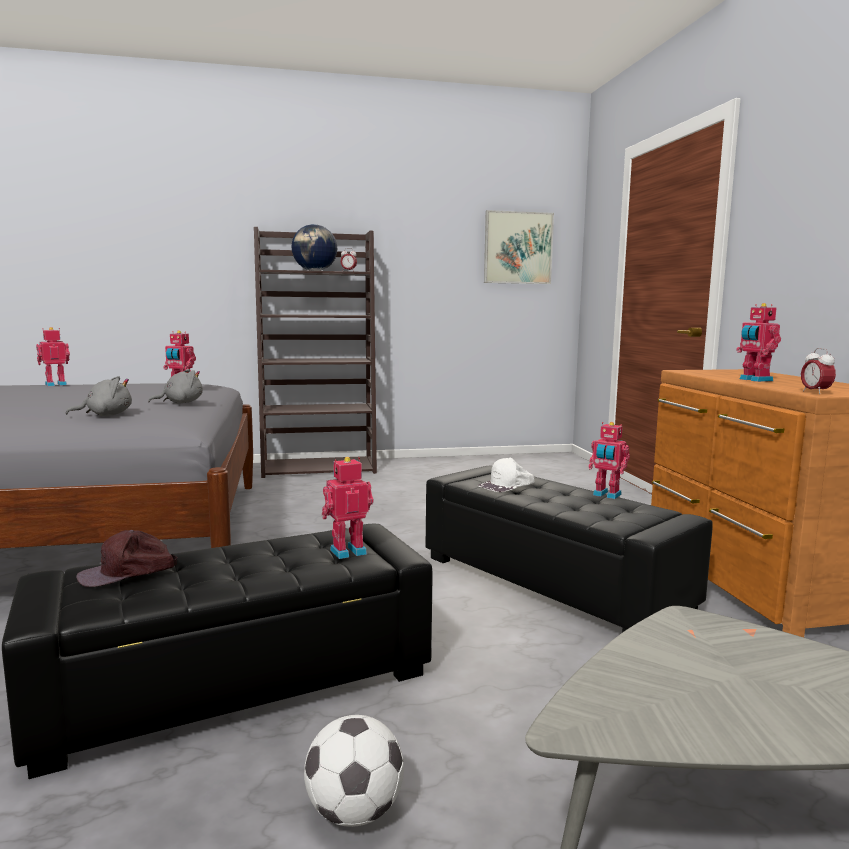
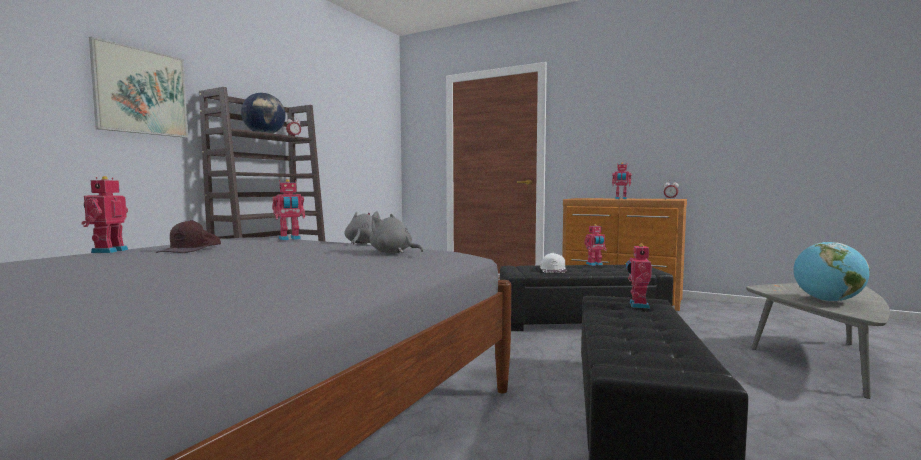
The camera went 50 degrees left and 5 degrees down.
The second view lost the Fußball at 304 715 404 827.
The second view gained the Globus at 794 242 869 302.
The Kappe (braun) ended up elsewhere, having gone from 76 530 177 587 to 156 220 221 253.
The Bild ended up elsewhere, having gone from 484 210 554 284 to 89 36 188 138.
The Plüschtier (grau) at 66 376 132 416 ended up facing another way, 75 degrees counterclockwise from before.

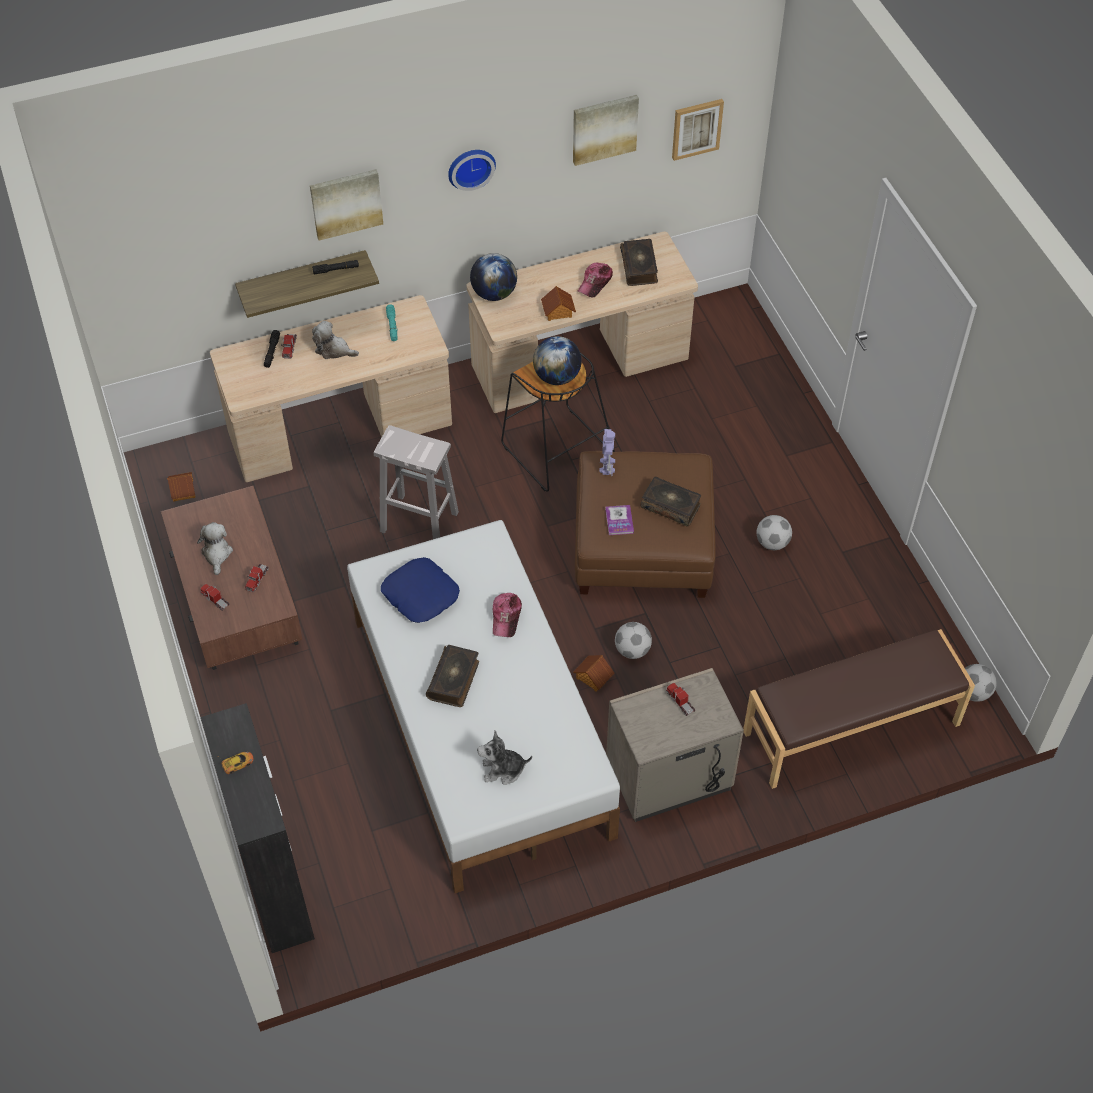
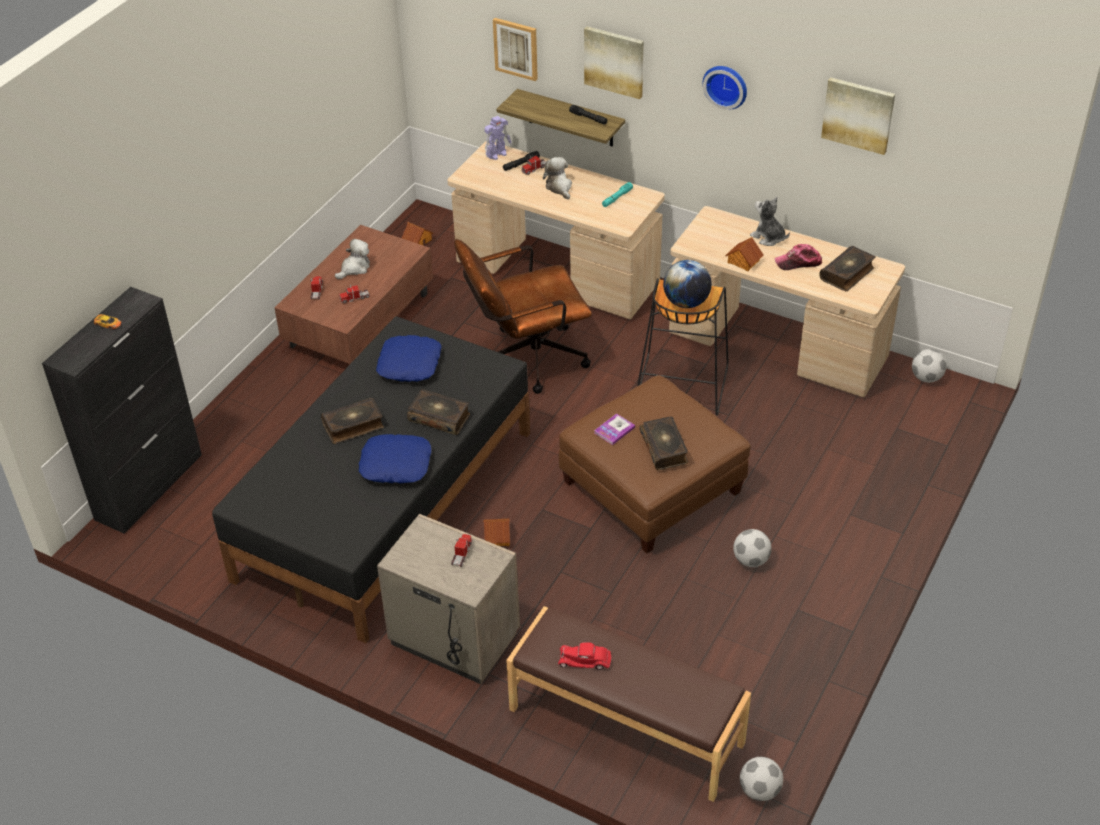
The camera went 50 degrees right and 10 degrees down.
The second view lost the Globus at 470 253 517 301.
The second view gained the Kissen (blau) at 359 434 431 483.
The second view gained the Spielzeugauto (rot) at 558 642 611 670.
The Plüschtier ended up elsewhere, having gone from 477 731 532 785 to 750 197 790 246.
The Spielzeugroboter ended up elsewhere, having gone from 600 429 615 476 to 484 116 512 160.
The Fußball ended up elsewhere, having gone from 615 622 652 659 to 912 349 947 383.
The Bild ended up elsewhere, having gone from 672 99 724 161 to 493 18 538 81.
Where the Hocker (weiß) stood at 374 425 459 539, the Bürostuhl (braun) came to stand at 454 239 592 394.
Where the Kappe stood at 493 593 522 637, the Buch came to stand at 407 389 470 435.
What was the Bett (weiß) at 347 520 620 893 turned into the Bett (schwarz) at 212 316 530 643.

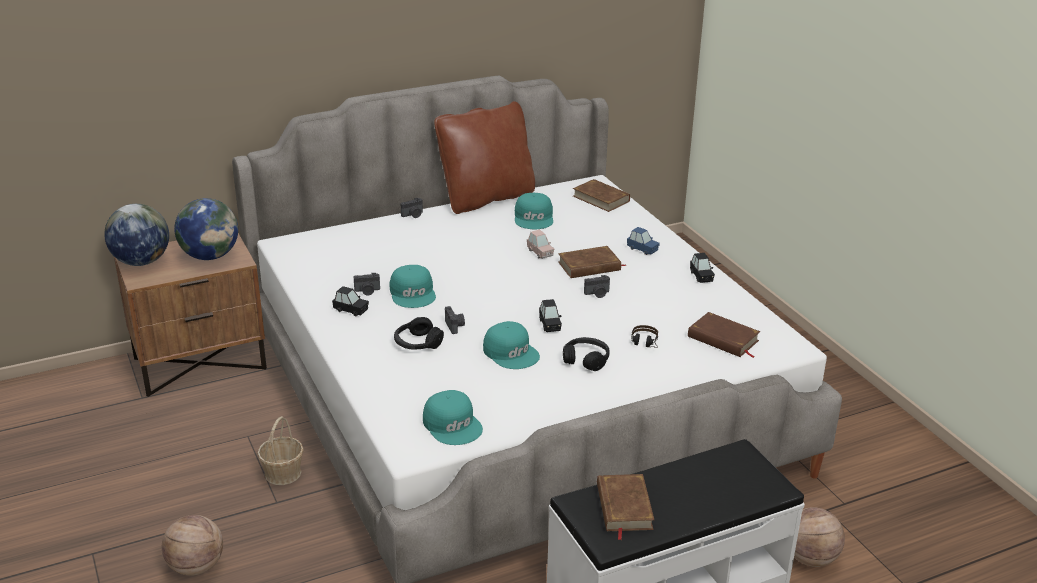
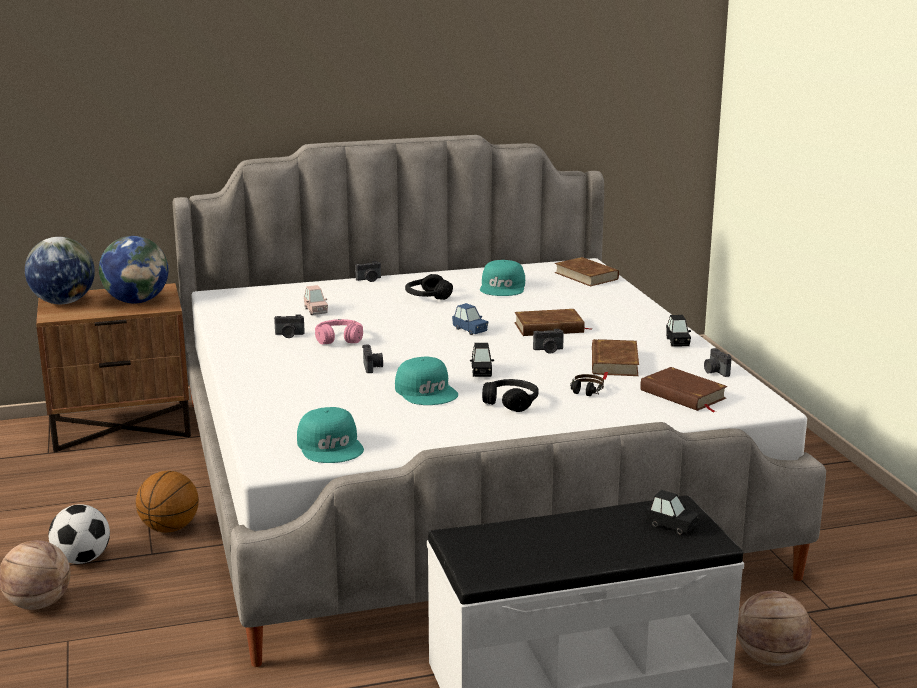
The camera went 10 degrees right and 10 degrees down.
The second view lost the Kissen (braun) at 434 101 535 214.
The second view gained the Fußball at 48 504 110 564.
The second view gained the Kamera at 704 348 732 377.
The Spielzeugauto (schwarz) ended up elsewhere, having gone from 332 286 369 316 to 646 490 699 534.
The Kopfhörer (schwarz) ended up elsewhere, having gone from 394 317 444 350 to 405 274 453 300.
The Spielzeugauto (rosa) ended up elsewhere, having gone from 527 229 554 259 to 304 285 328 315.
The Buch (braun) ended up elsewhere, having gone from 597 474 654 540 to 592 339 639 380.
The Spielzeugauto (blau) ended up elsewhere, having gone from 627 227 660 255 to 452 303 488 335.
Where the Korb stood at 257 416 304 485, the Basketball came to stand at 136 471 199 533.
Where the Kappe (türkis) stood at 390 265 436 308, the Kopfhörer (rosa) came to stand at 315 319 363 344.

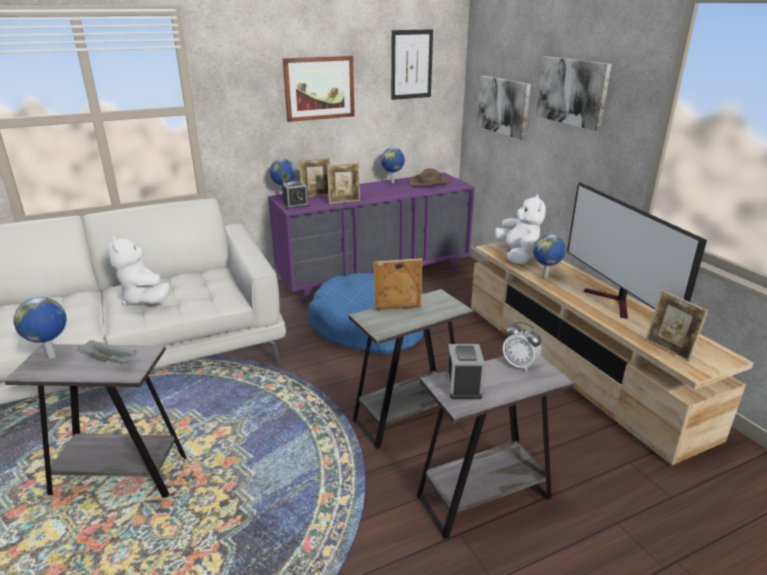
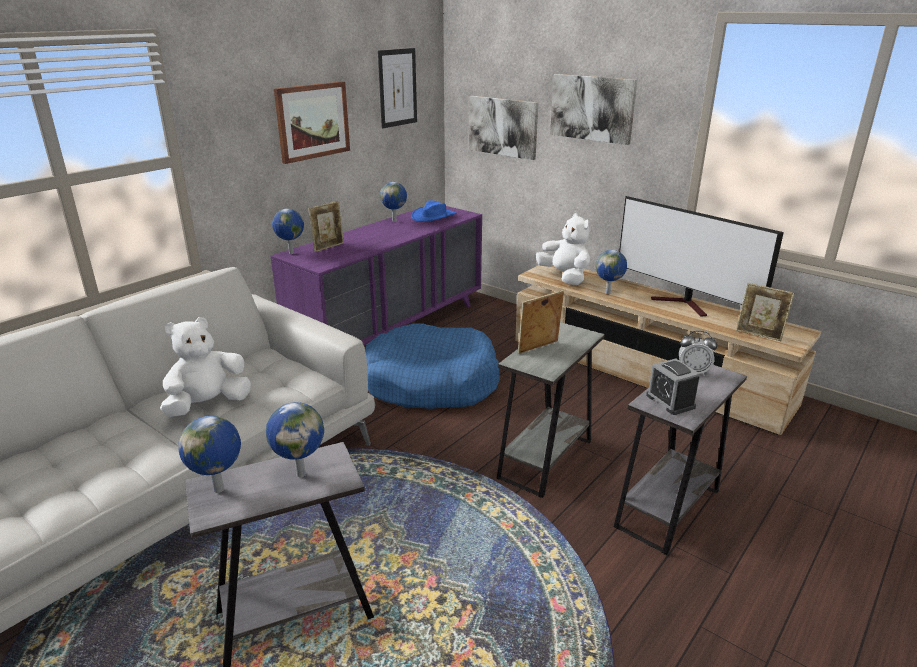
The camera went 25 degrees left and 0 degrees up.
The second view lost the Wecker at 282 181 310 209.
The second view lost the Bilderrahmen at 327 163 360 204.
Where the Tablett (grau) stood at 78 340 137 363, the Globus came to stand at 266 402 324 477.
What was the Hut (braun) at 409 168 451 186 turned into the Hut (blau) at 412 200 456 222.
The Plüschtier (weiß) at 107 236 170 305 ended up facing another way, 105 degrees clockwise from before.

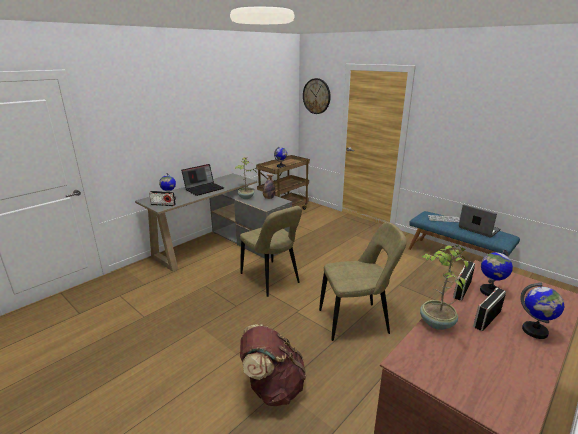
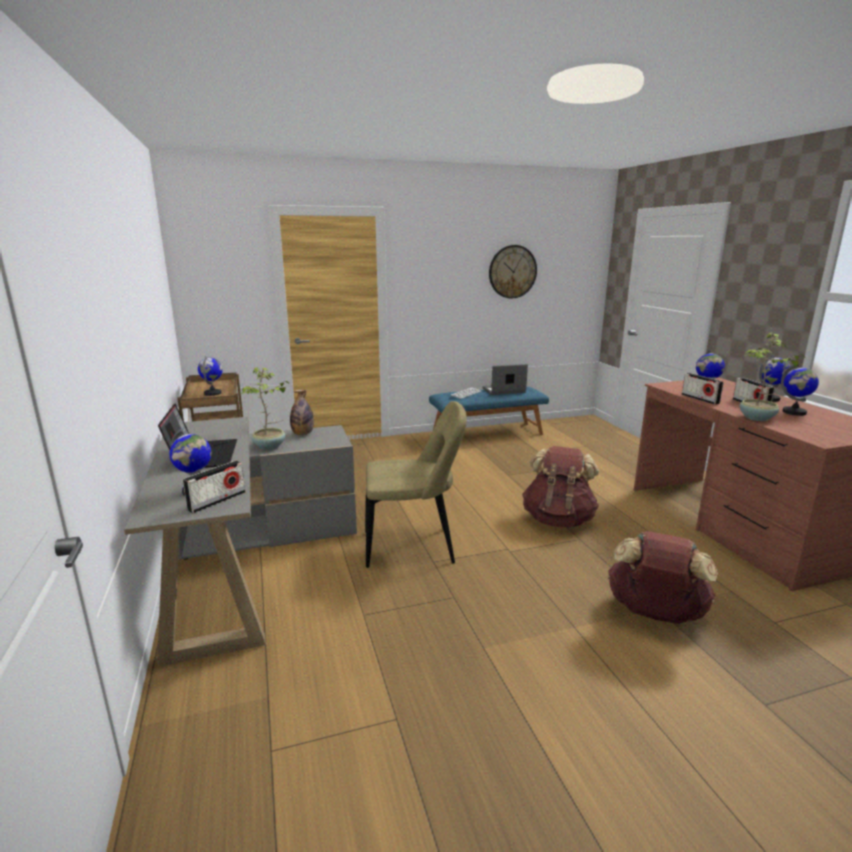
The camera went 60 degrees left and 5 degrees down.
The second view gained the Globus at 781 364 819 416.
The Wanduhr ended up elsewhere, having gone from 303 78 331 114 to 489 245 537 299.
Where the Stuhl (beige) stood at 319 222 407 341, the Rucksack (braun) came to stand at 522 446 599 528.

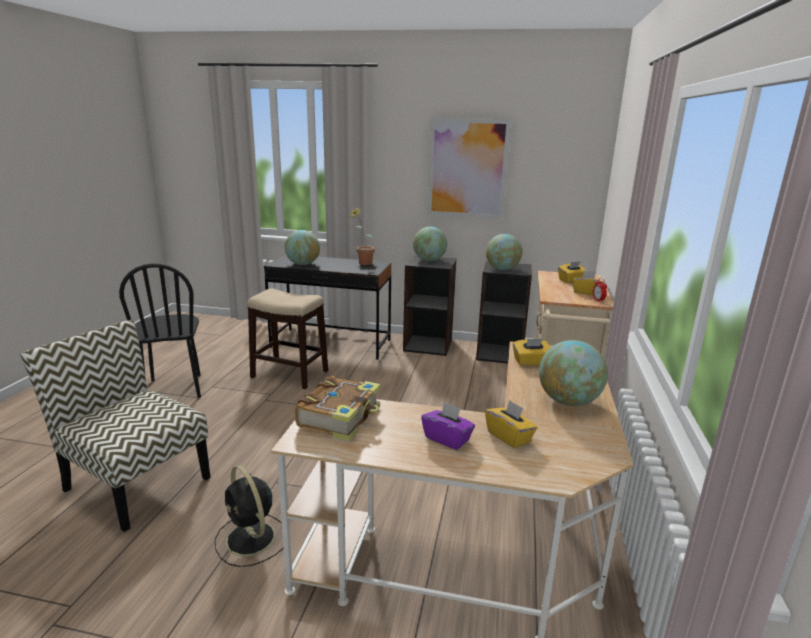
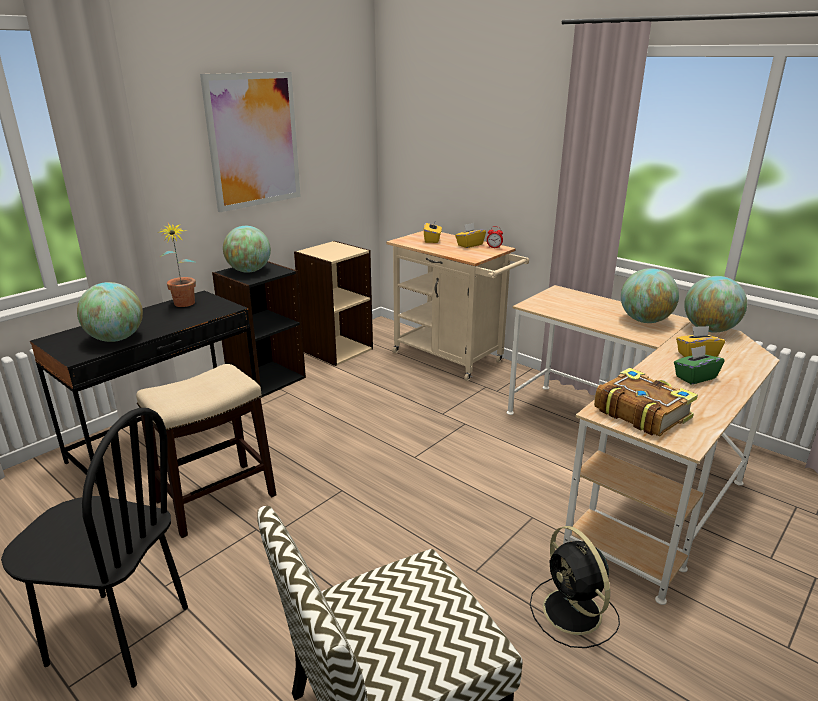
The camera went 60 degrees left and 5 degrees up.
The second view lost the Taschentuchbox (gelb) at 513 339 550 366.
The Globus ended up elsewhere, having gone from 486 234 522 270 to 684 276 747 333.
What was the Taschentuchbox (lila) at 421 402 475 450 turned into the Taschentuchbox (grün) at 674 345 724 384.
What was the Bücherregal (schwarz) at 476 261 532 364 turned into the Bücherregal (beige) at 294 241 373 366.
The Ventilator (schwarz) at 215 465 284 567 ended up facing another way, 75 degrees clockwise from before.

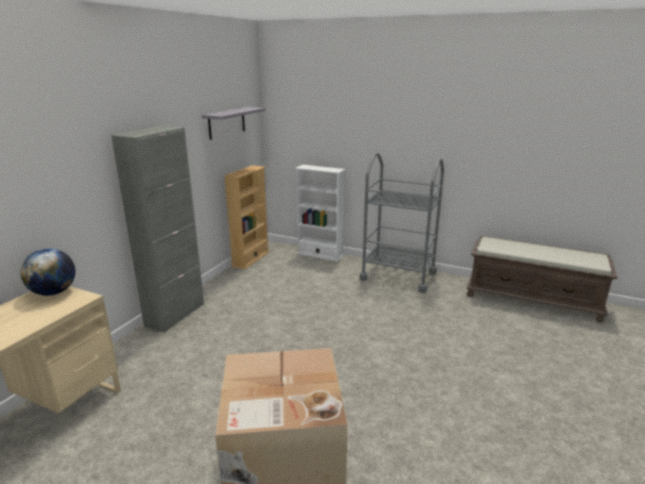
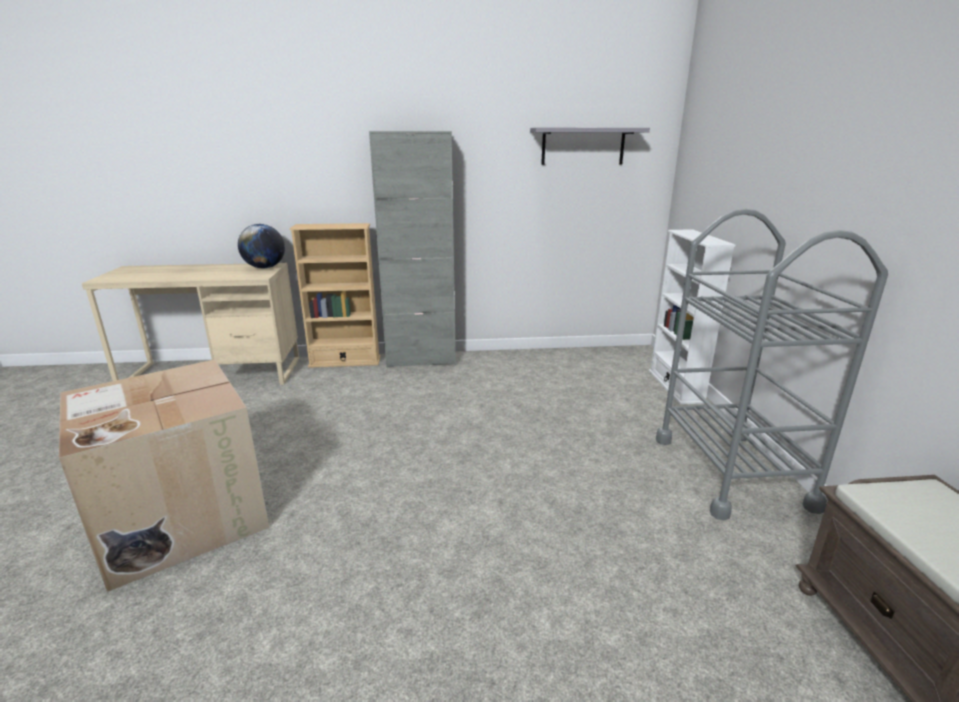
The camera went 60 degrees right and 0 degrees up.
The Bücherregal (beige) ended up elsewhere, having gone from 224 165 269 269 to 289 223 380 368.

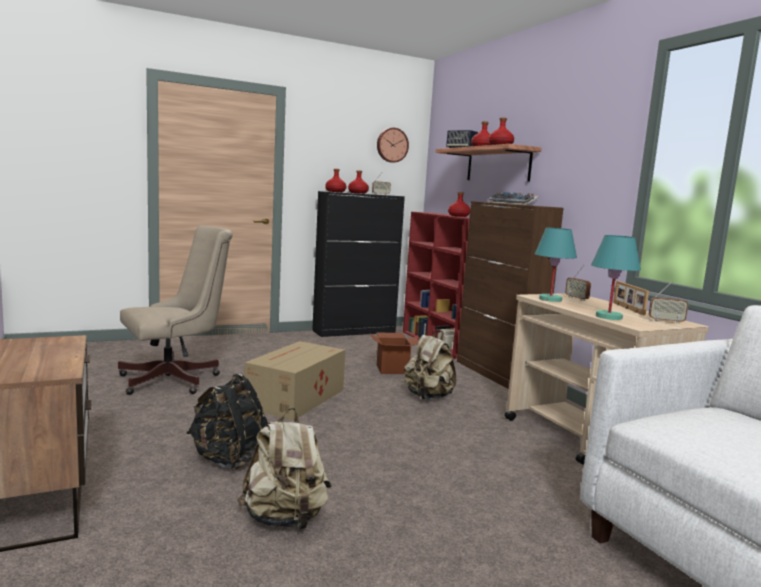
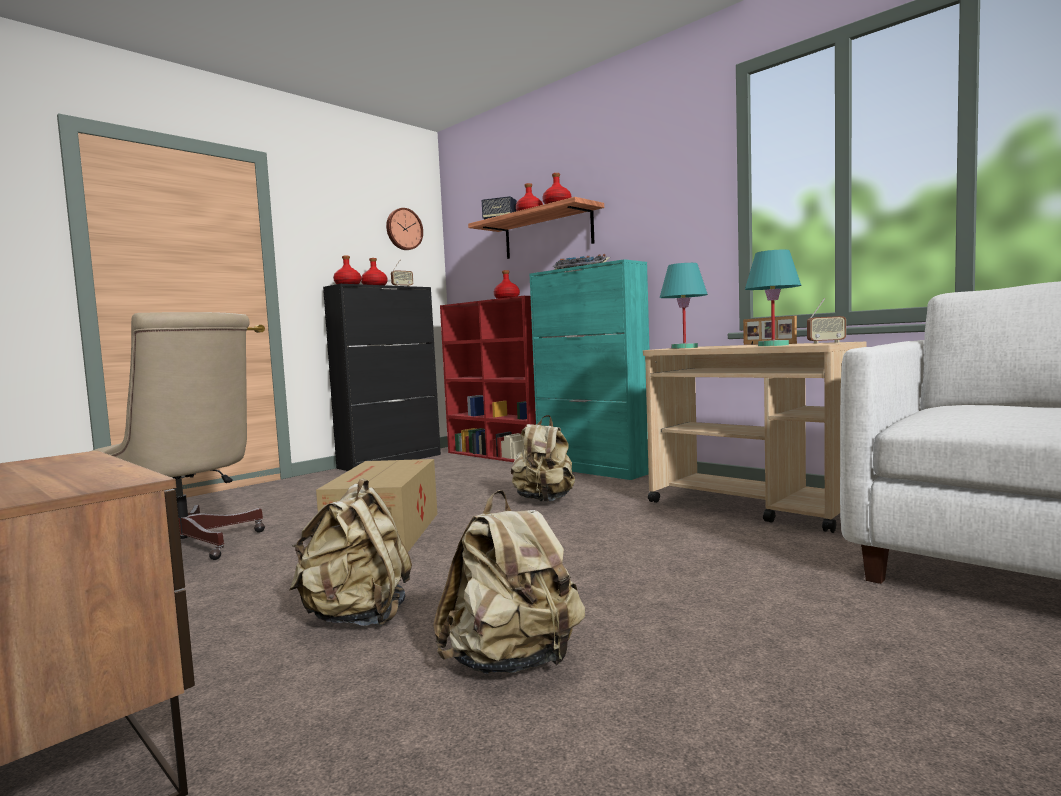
The camera went 20 degrees left and 5 degrees down.
The second view lost the Karton at 370 332 419 374.
The second view lost the Radio at 565 265 591 301.
What was the Rucksack (schwarz) at 187 374 268 471 turned into the Rucksack (beige) at 289 478 412 626.
What was the Schrank (braun) at 457 201 564 389 turned into the Schrank (türkis) at 529 259 649 480.
The Bürostuhl (beige) at 118 225 233 395 ended up facing another way, 90 degrees clockwise from before.

